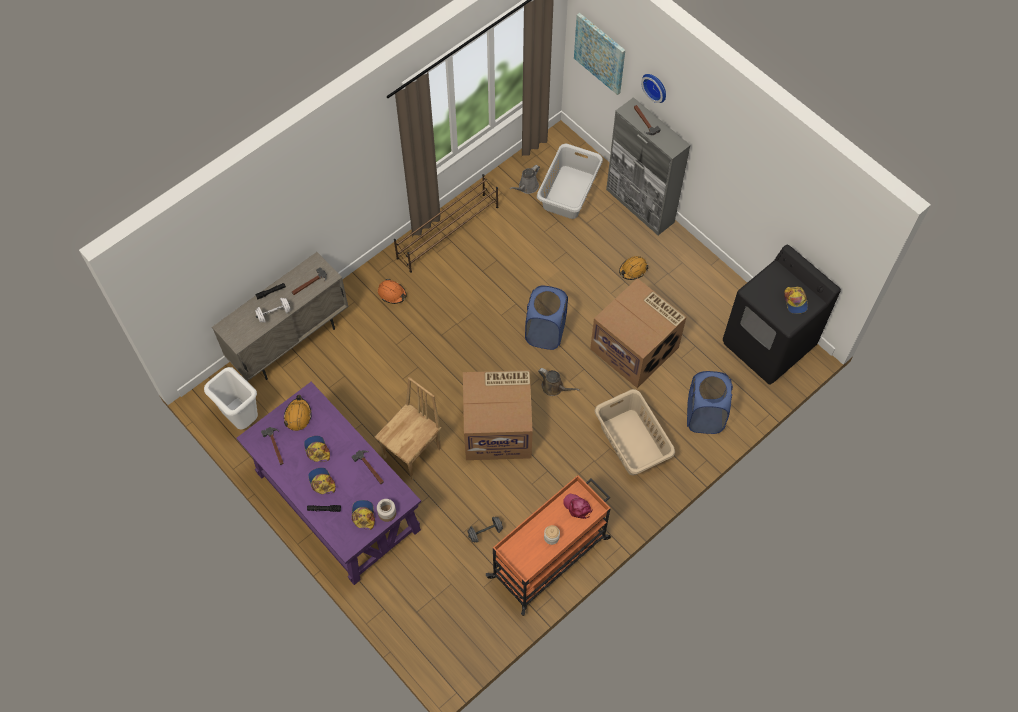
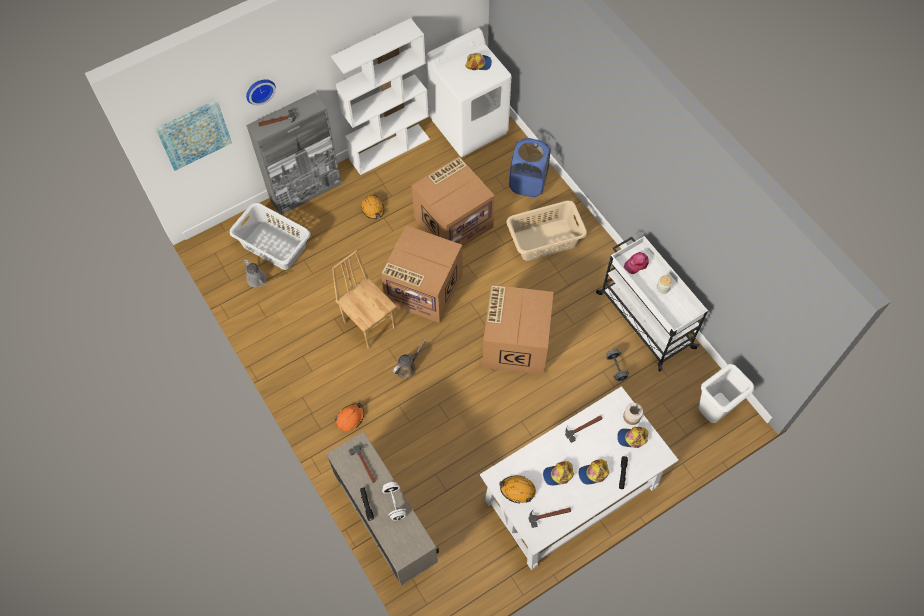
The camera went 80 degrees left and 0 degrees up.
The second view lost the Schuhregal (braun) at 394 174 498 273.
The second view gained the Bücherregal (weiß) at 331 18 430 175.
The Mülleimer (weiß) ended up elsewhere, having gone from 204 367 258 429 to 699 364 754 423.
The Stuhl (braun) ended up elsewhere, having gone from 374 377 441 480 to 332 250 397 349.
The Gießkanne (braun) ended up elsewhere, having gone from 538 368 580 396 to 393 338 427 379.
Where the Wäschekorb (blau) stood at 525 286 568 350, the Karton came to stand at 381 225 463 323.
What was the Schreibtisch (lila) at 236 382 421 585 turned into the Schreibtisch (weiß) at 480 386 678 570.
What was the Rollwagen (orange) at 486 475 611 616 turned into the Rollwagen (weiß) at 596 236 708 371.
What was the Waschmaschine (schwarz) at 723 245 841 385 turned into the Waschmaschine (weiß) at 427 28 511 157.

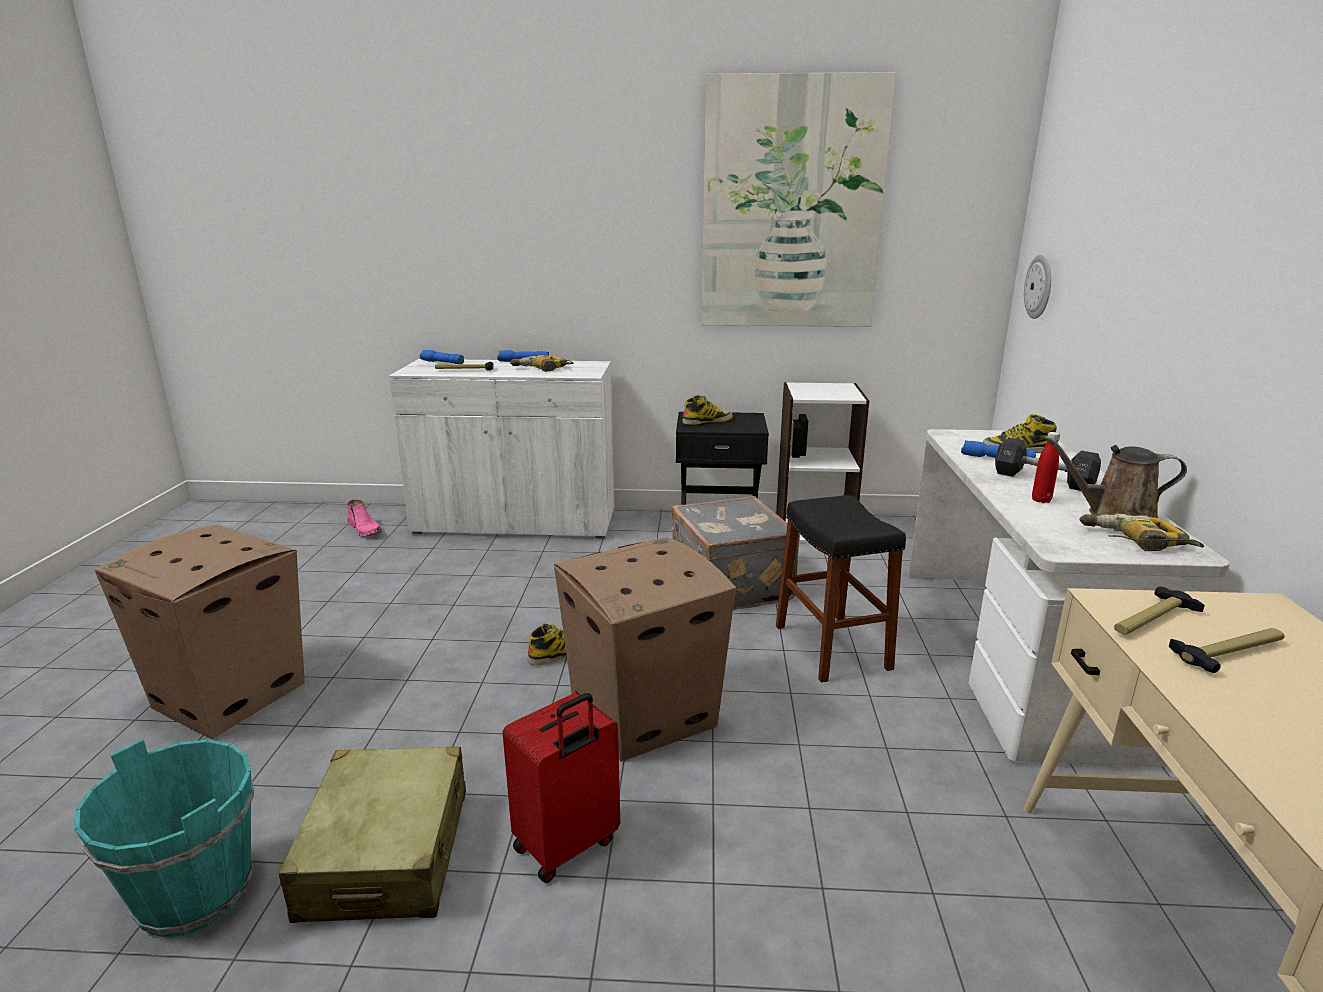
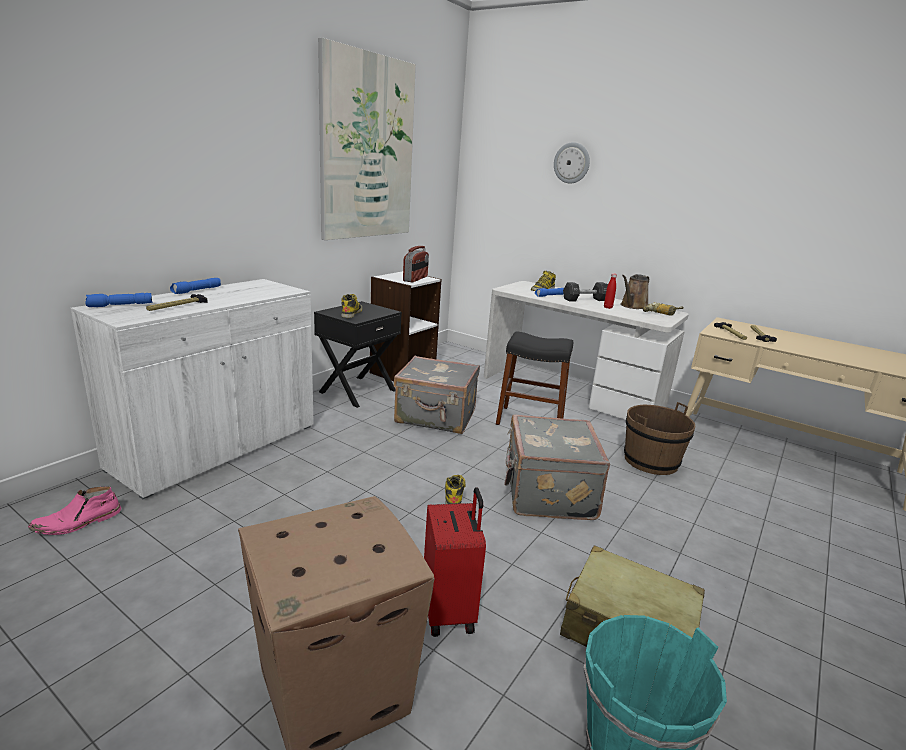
The camera went 60 degrees left and 0 degrees up.
The second view lost the Bohrmaschine at 510 355 573 372.
The second view gained the Radio at 403 246 429 282.
The second view gained the Eimer (braun) at 624 402 695 475.
The Koffer (rot) ended up elsewhere, having gone from 503 692 620 883 to 424 487 486 637.
The Wanduhr ended up elsewhere, having gone from 1024 255 1051 319 to 554 142 590 183.
Where the Karton stood at 554 537 736 762, the Koffer (grau) came to stand at 504 415 610 520.
The Stiefel (rosa) at 347 500 382 537 ended up facing another way, 150 degrees clockwise from before.

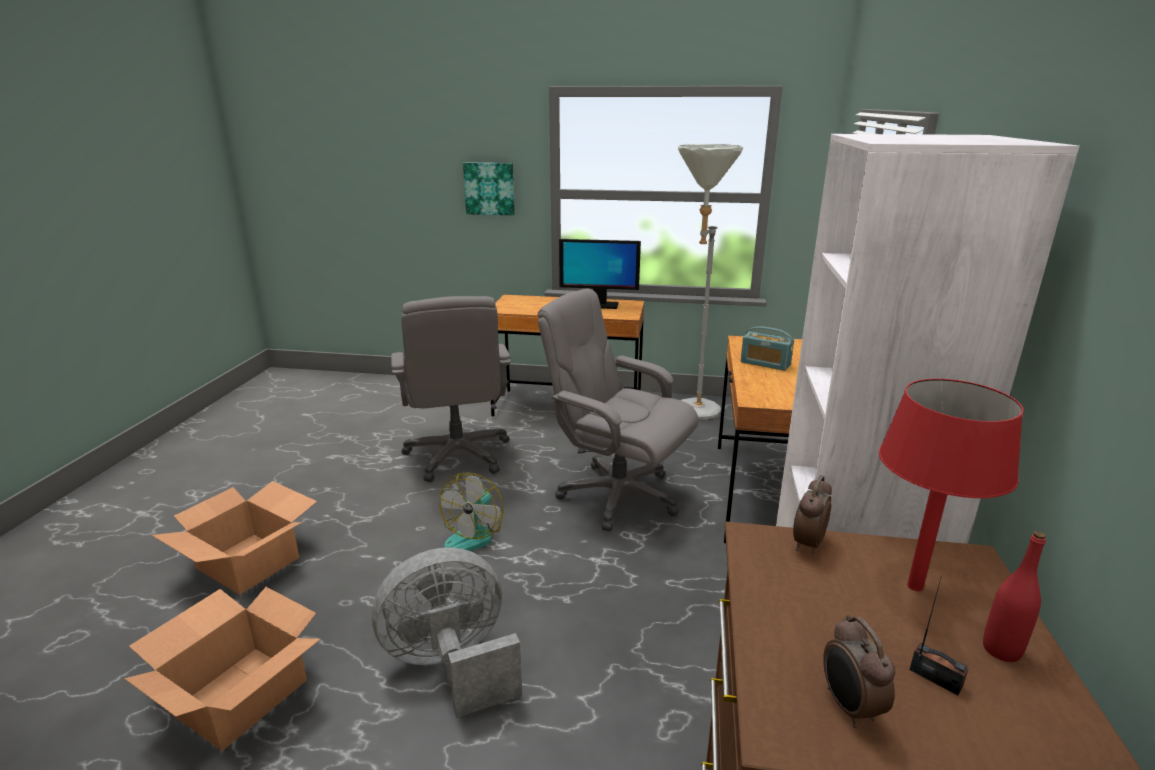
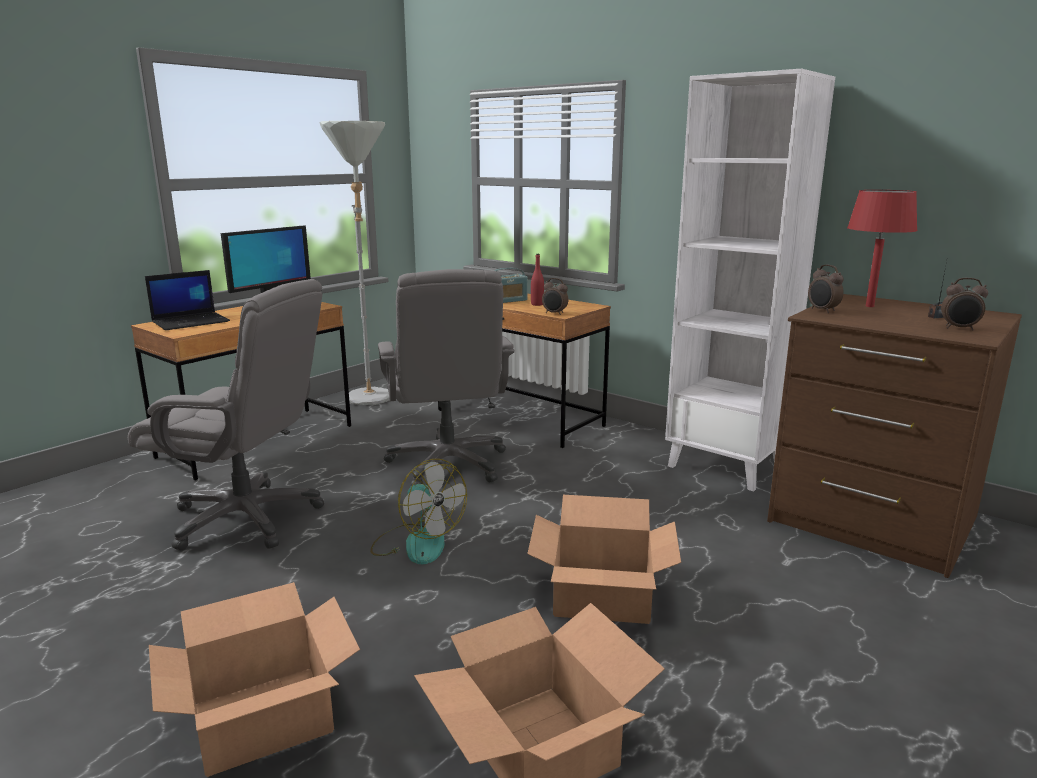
The camera went 60 degrees left and 5 degrees down.
The second view lost the Bild at 463 162 515 215.
The second view gained the Laptop at 145 270 230 330.
The second view gained the Wecker at 542 278 568 315.
The Flasche (rot) ended up elsewhere, having gone from 983 531 1046 662 to 531 254 544 306.
Where the Ventilator (grau) stood at 372 547 522 718, the Karton came to stand at 527 495 681 624.
The Bürostuhl (grau) at 538 288 699 531 ended up facing another way, 75 degrees counterclockwise from before.

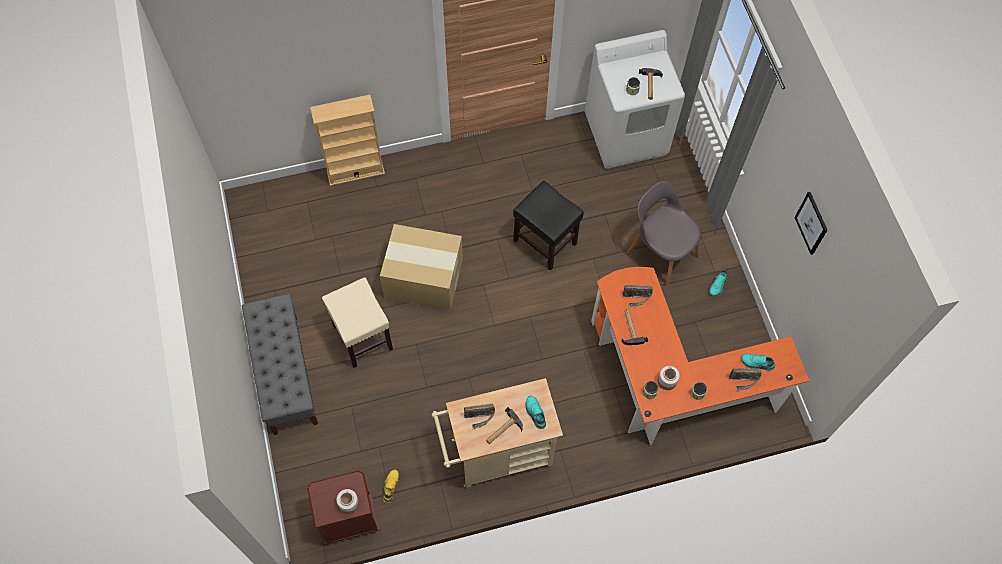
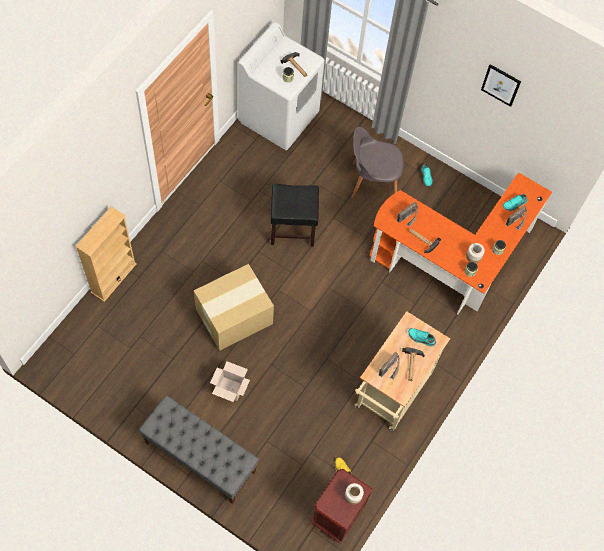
The camera went 45 degrees left and 0 degrees up.
Where the Hocker (beige) stood at 322 277 393 368, the Karton came to stand at 210 361 250 402.

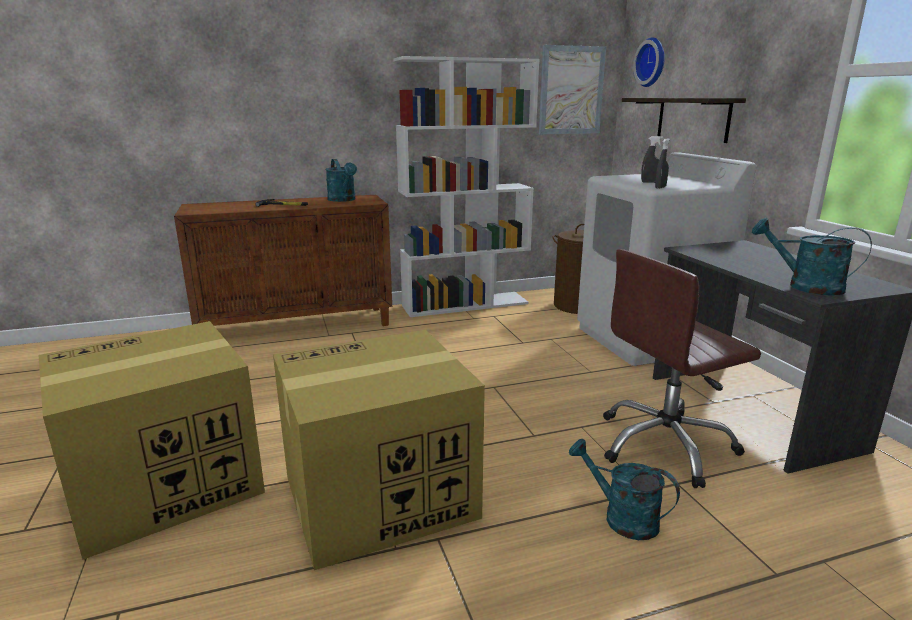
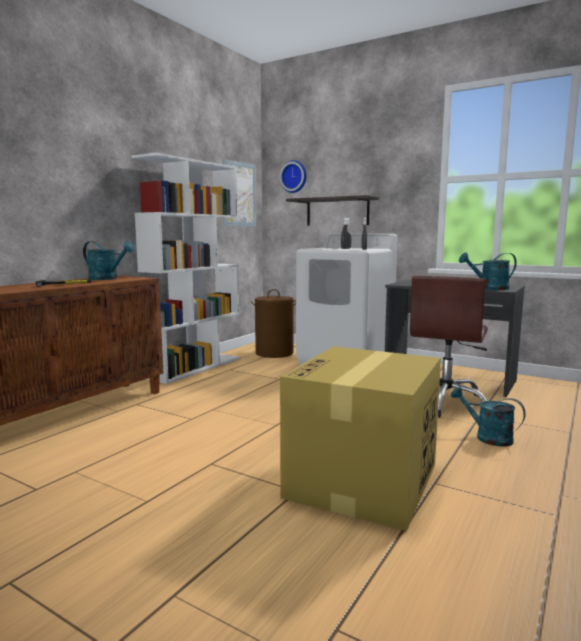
The camera went 40 degrees left and 10 degrees down.
The second view lost the Karton at 38 321 265 560.
The Gießkanne (türkis) at 569 439 680 540 ended up facing another way, 45 degrees clockwise from before.

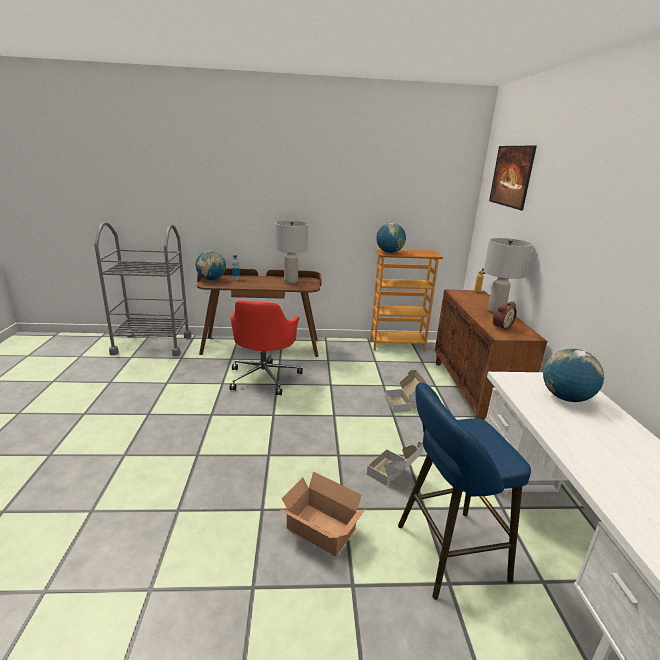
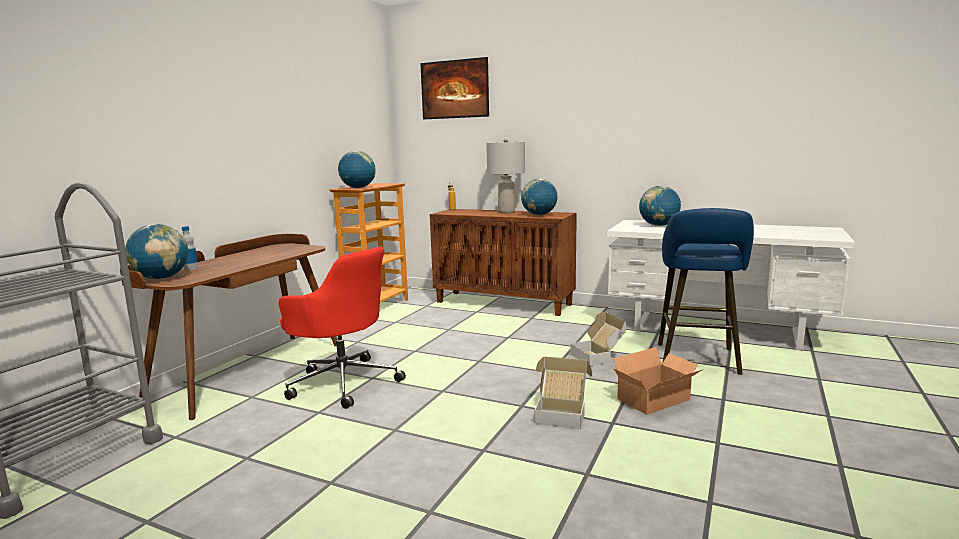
The camera went 60 degrees left and 10 degrees down.
The second view lost the Tischlampe (grau) at 275 221 308 283.
The Karton ended up elsewhere, having gone from 385 370 427 413 to 534 356 592 429.
Where the Wecker stood at 493 301 517 330, the Globus came to stand at 521 179 557 215.

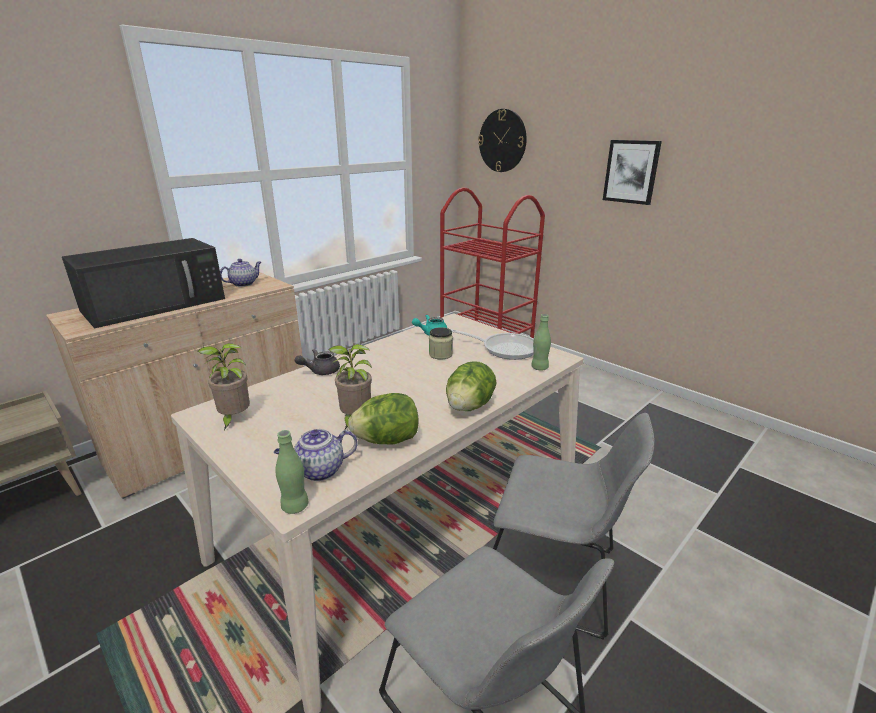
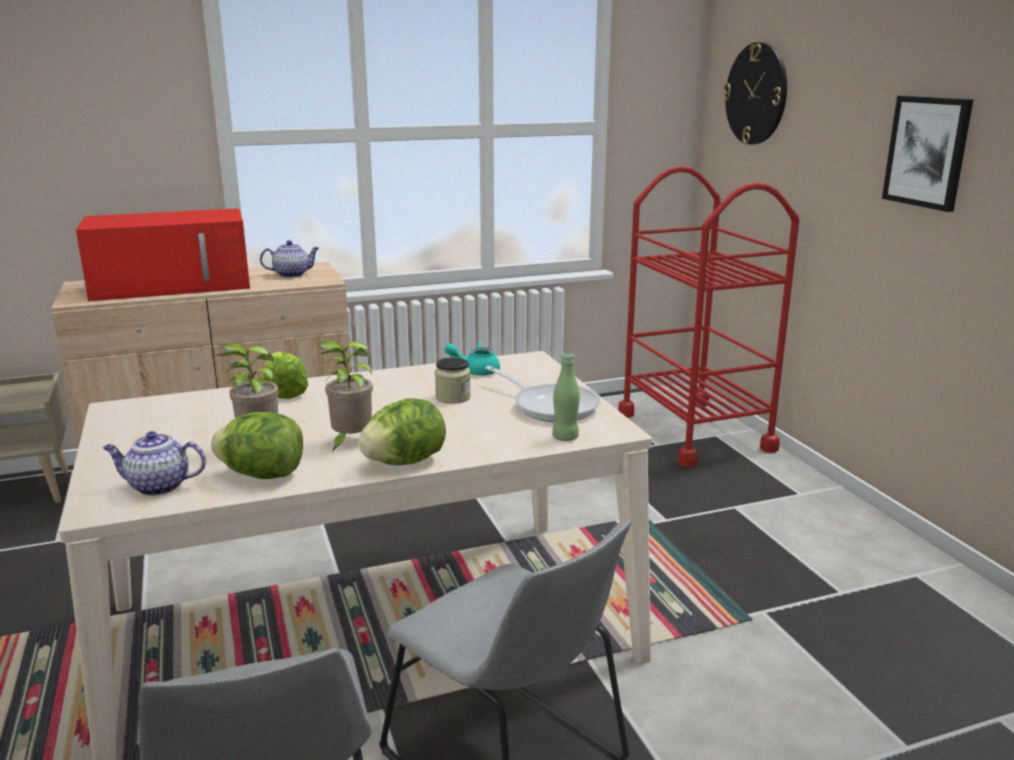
The camera went 25 degrees right and 5 degrees down.
The second view lost the Flasche (grün) at 275 430 308 514.
The Topfpflanze ended up elsewhere, having gone from 198 343 250 430 to 318 341 373 451.
Where the Teekanne (grau) stood at 294 349 340 375, the Salatkopf came to stand at 263 351 308 399.
What was the Mikrowelle (schwarz) at 62 238 225 328 turned into the Mikrowelle (rot) at 76 208 250 301.

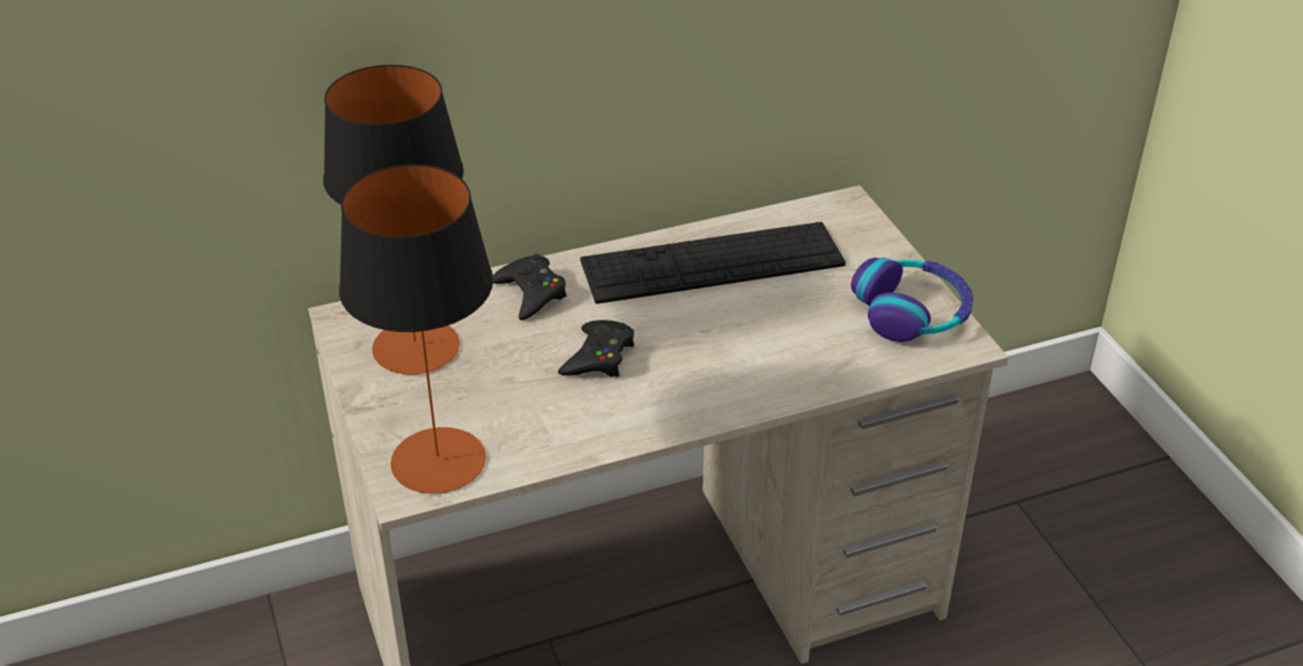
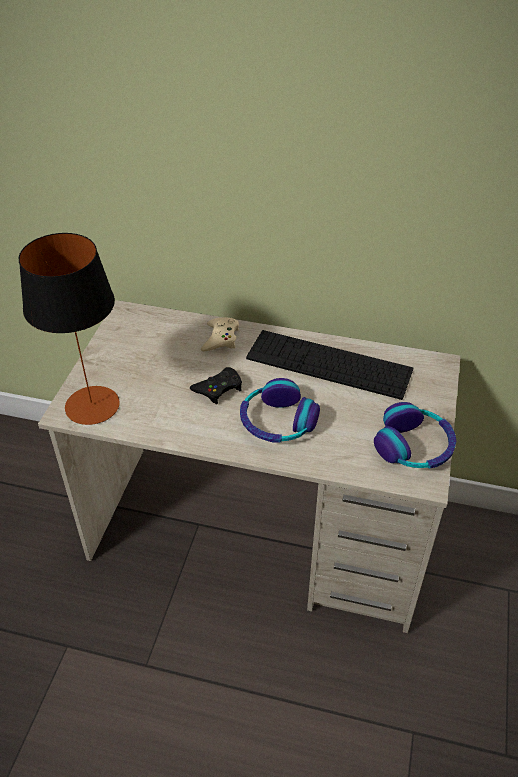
The camera went 35 degrees right and 5 degrees up.
The second view lost the Tischlampe at 323 65 464 374.
The second view gained the Kopfhörer at 240 378 320 443.
What was the Gamepad (schwarz) at 493 254 567 320 turned into the Gamepad (beige) at 201 317 239 351.

